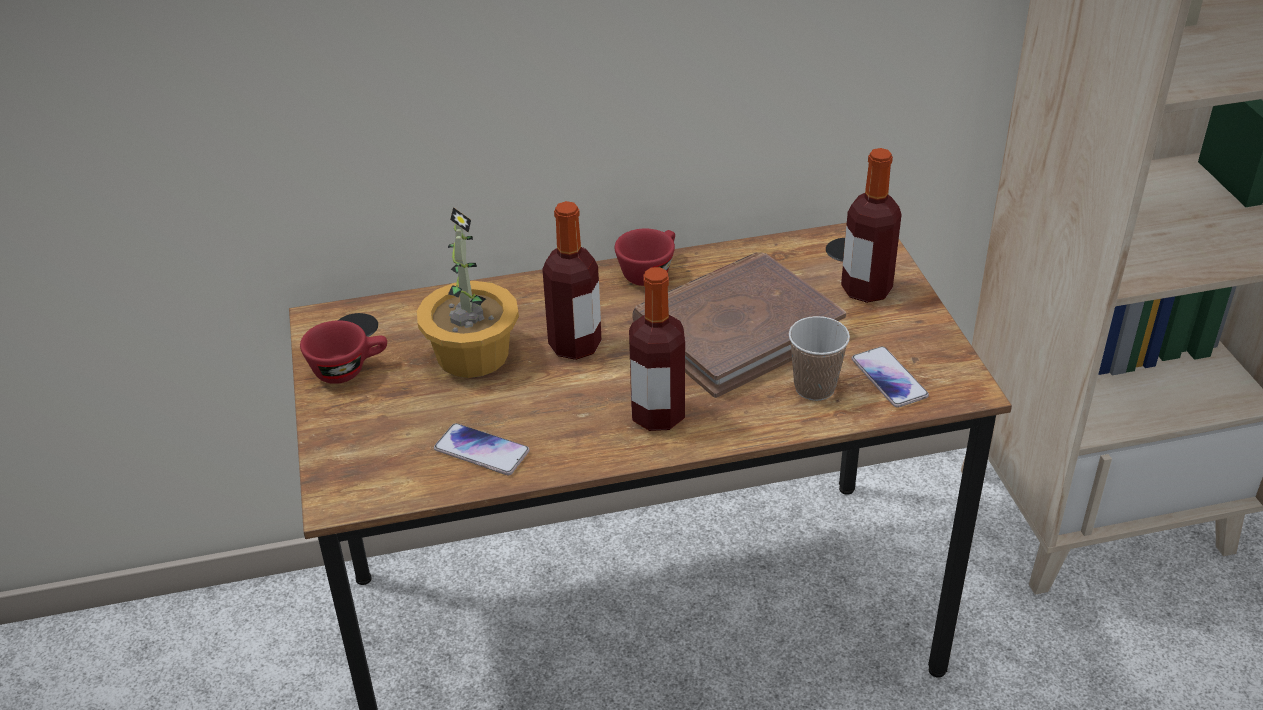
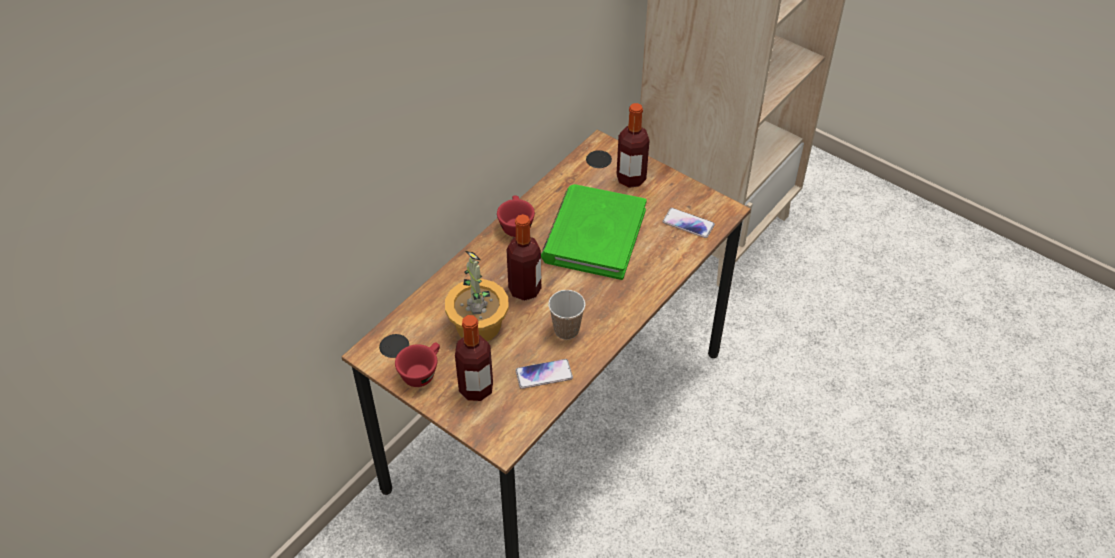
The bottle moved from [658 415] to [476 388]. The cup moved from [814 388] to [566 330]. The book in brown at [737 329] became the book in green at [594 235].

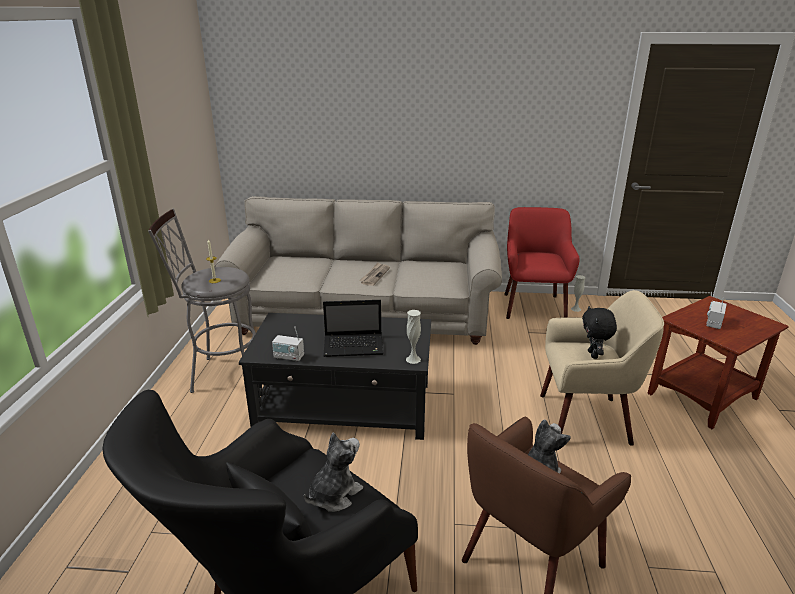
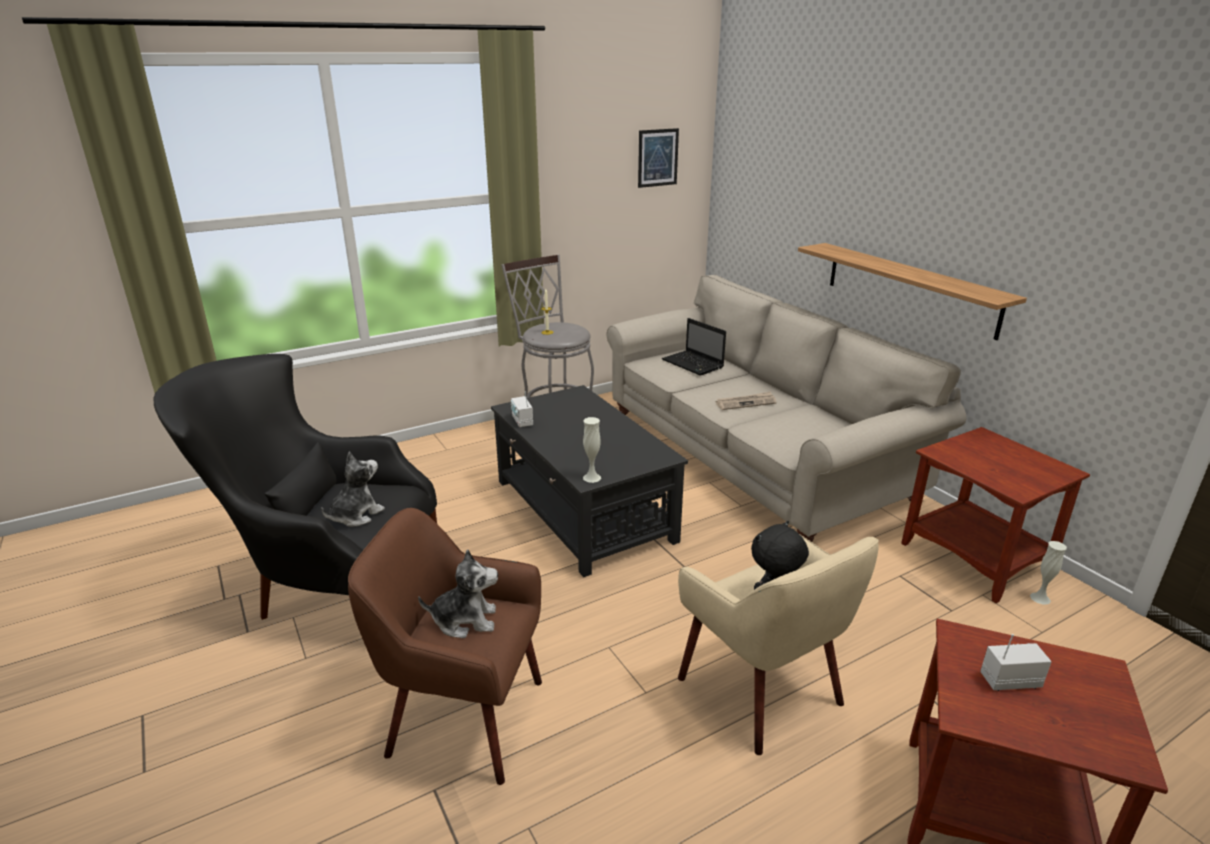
The picture at [658 158] appeared. The shelf at [909 288] appeared. The laptop moved from [355 346] to [694 364]. The armchair in red at [533 306] was replaced by the side table in brown at [976 557]. The plush toy at [334 495] turned 60 degrees counterclockwise.

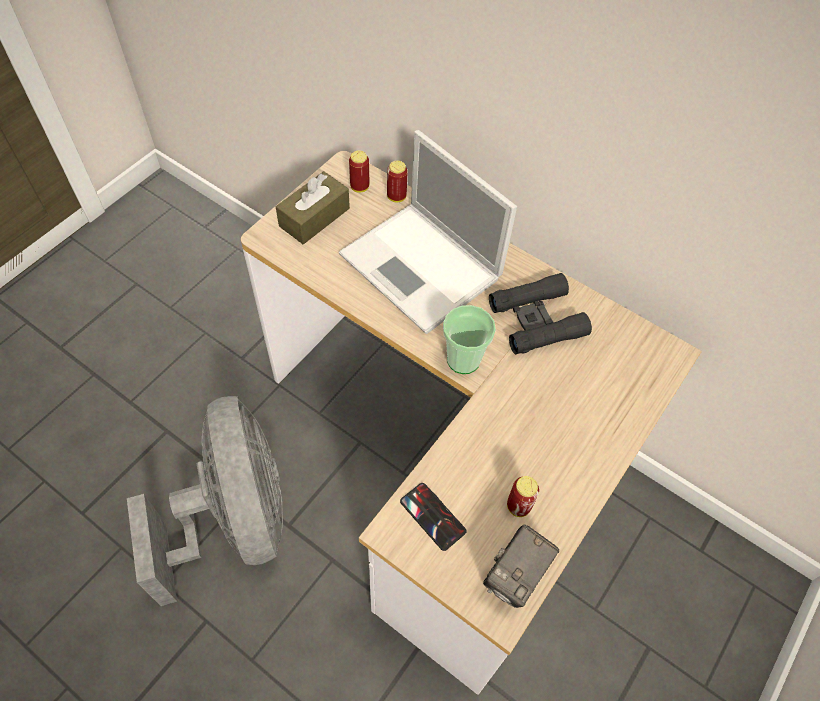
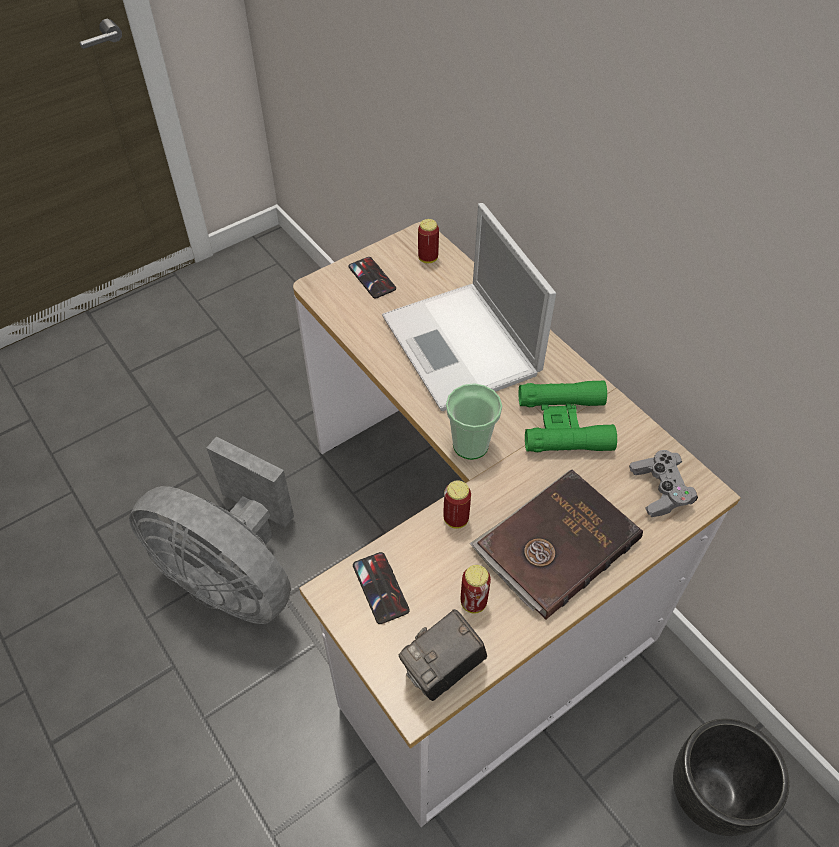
The book in brown at [555 544] appeared. The game controller in grey at [660 490] appeared. The planter in black at [710 794] appeared. The can moved from [396 197] to [456 519]. The tissue box in brown at [314 217] was replaced by the phone at [372 278]. The binoculars in black at [536 320] became the binoculars in green at [564 424]. The fan in grey at [235 520] turned 120 degrees clockwise.

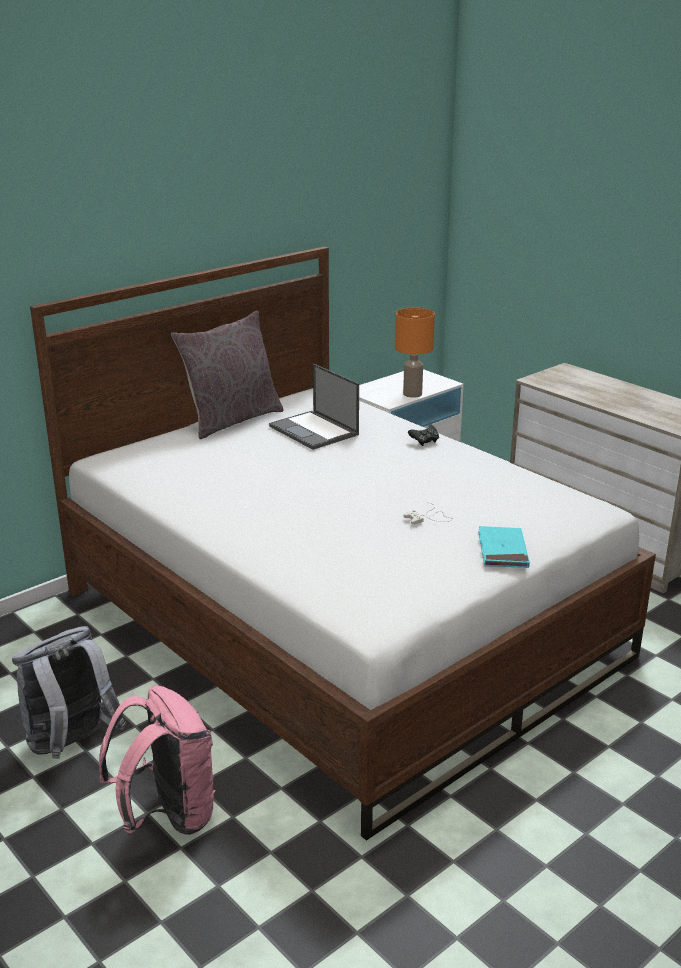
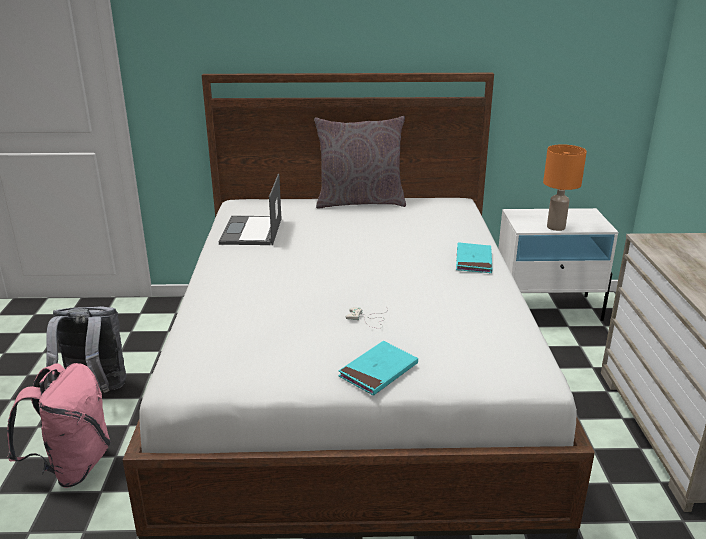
The laptop moved from [314 431] to [251 231]. The game controller in black at [424 441] was replaced by the book in turquoise at [473 261].

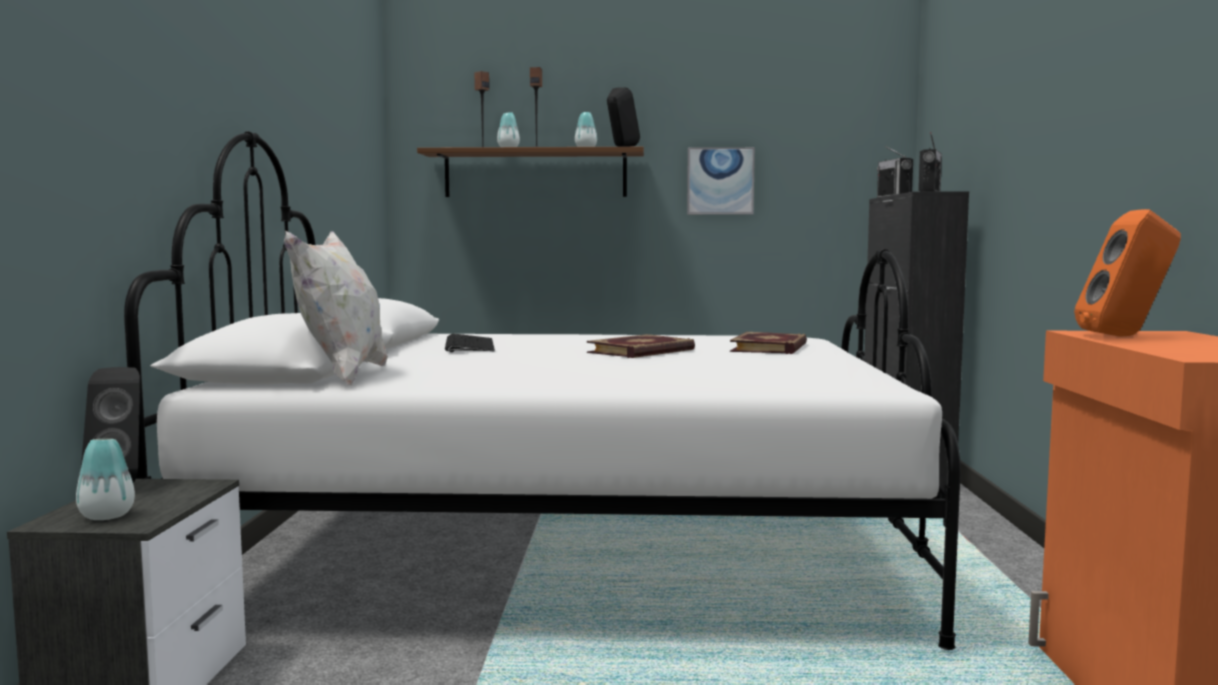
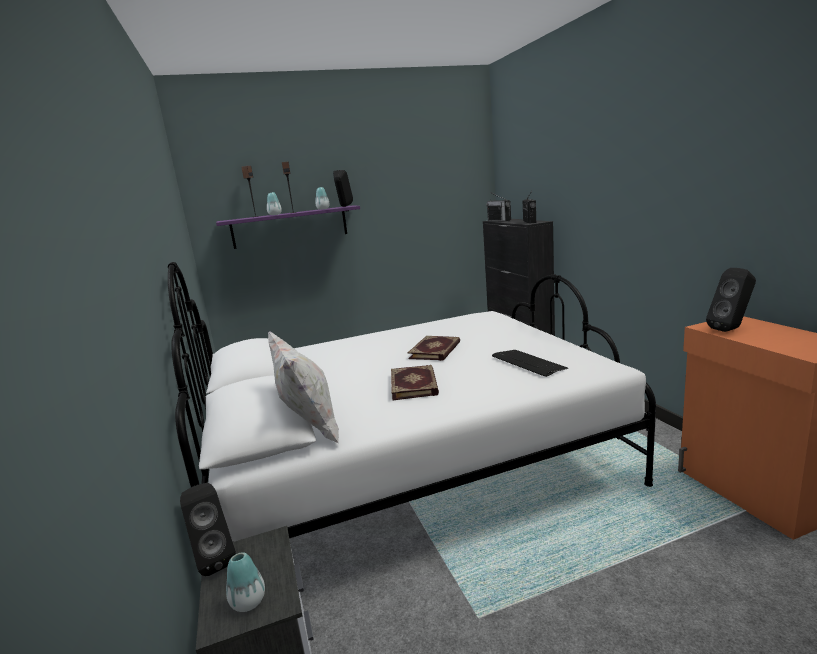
The picture at [720 181] disappeared. The keyboard moved from [468 346] to [528 363]. The book moved from [770 348] to [415 384]. The shelf in brown at [535 174] became the shelf in purple at [290 227]. The speaker in orange at [1126 336] became the speaker in black at [731 329].

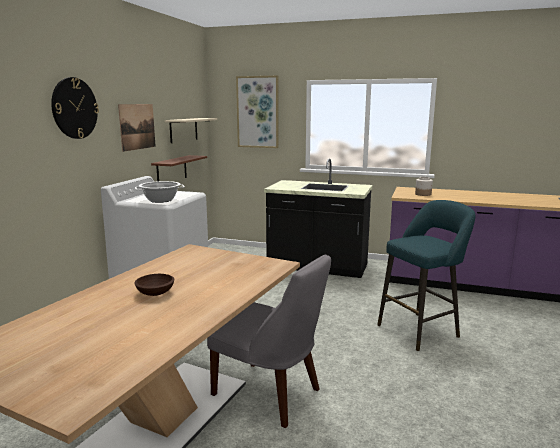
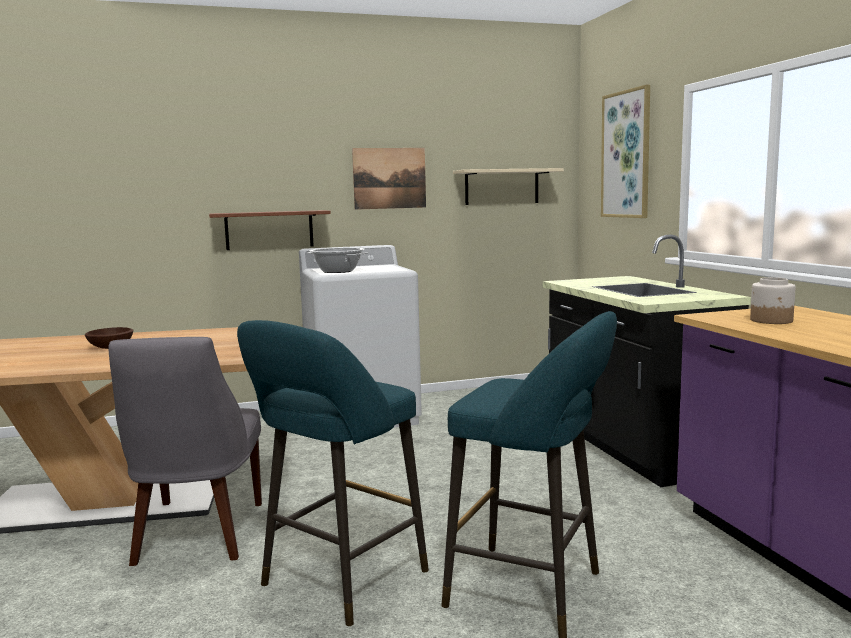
The wall clock at [74 108] disappeared. The stool in turquoise at [338 582] appeared. The shelf in brown moved from [171 170] to [269 230].

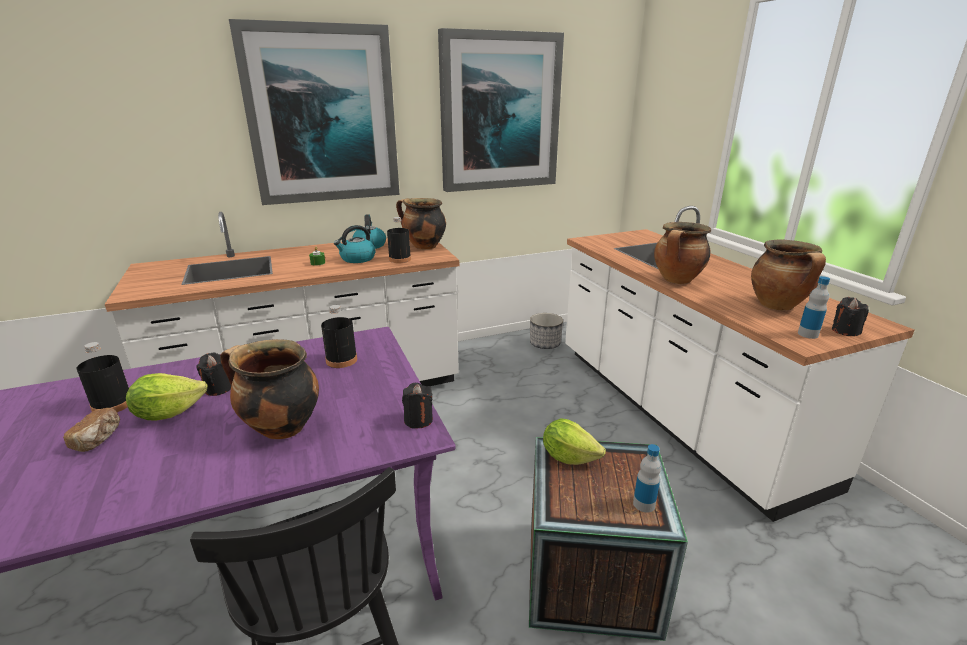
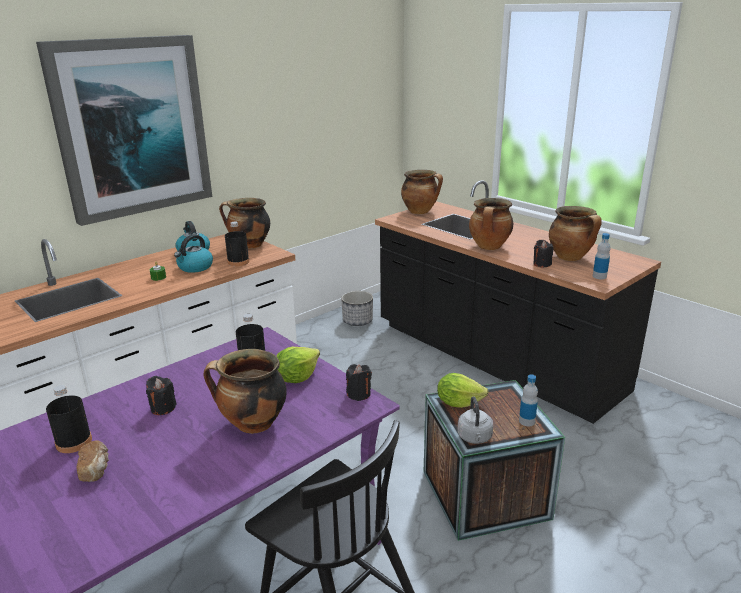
The picture at [499 113] disappeared. The cooking pot at [420 211] appeared. The kettle in grey at [475 438] appeared. The lettuce moved from [168 413] to [296 378]. The candle in black moved from [845 331] to [542 264]. The counter in white at [676 411] became the counter in black at [494 358].

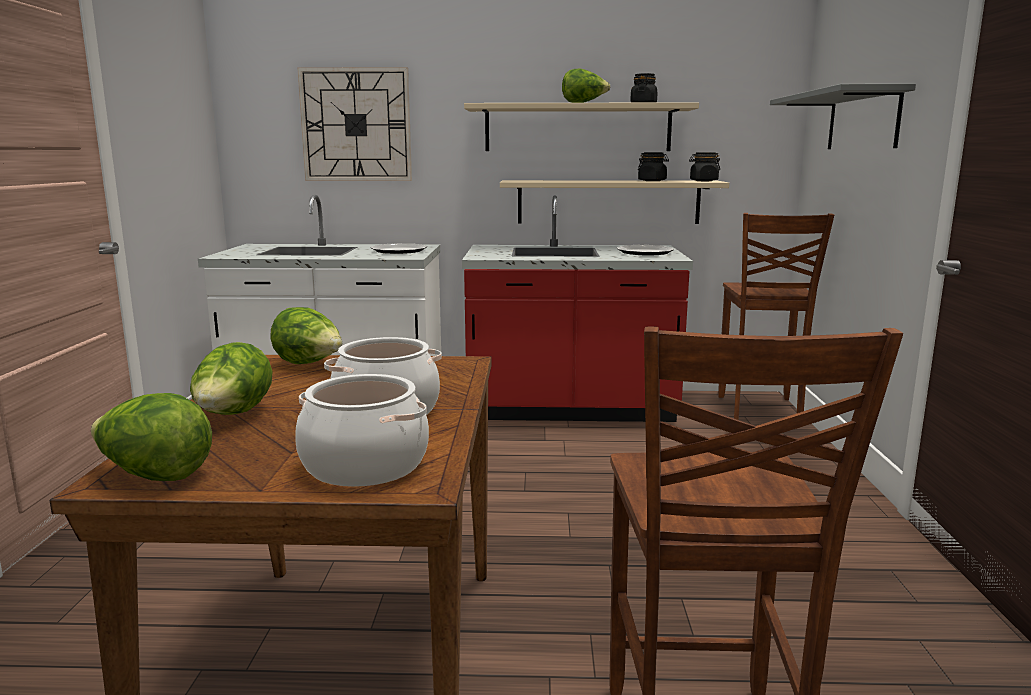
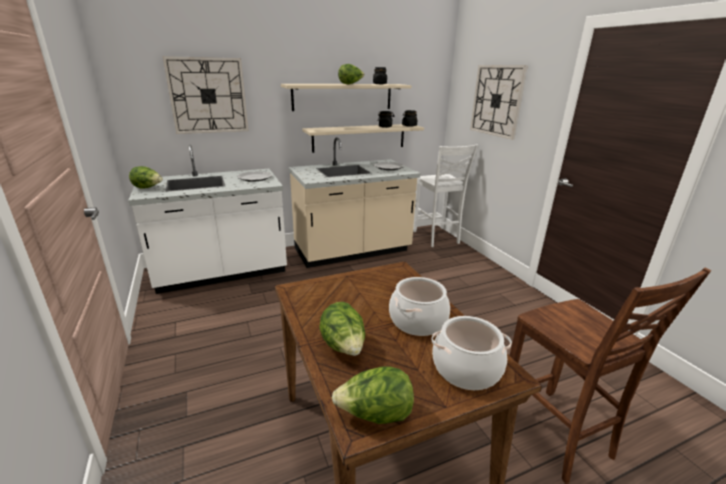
The lettuce moved from [309 364] to [148 188]. The shelf in grey at [862 120] was replaced by the wall clock at [497 100]. The counter in red at [570 409] became the counter in beige at [352 251]. The chair in brown at [759 411] became the chair in white at [436 237].

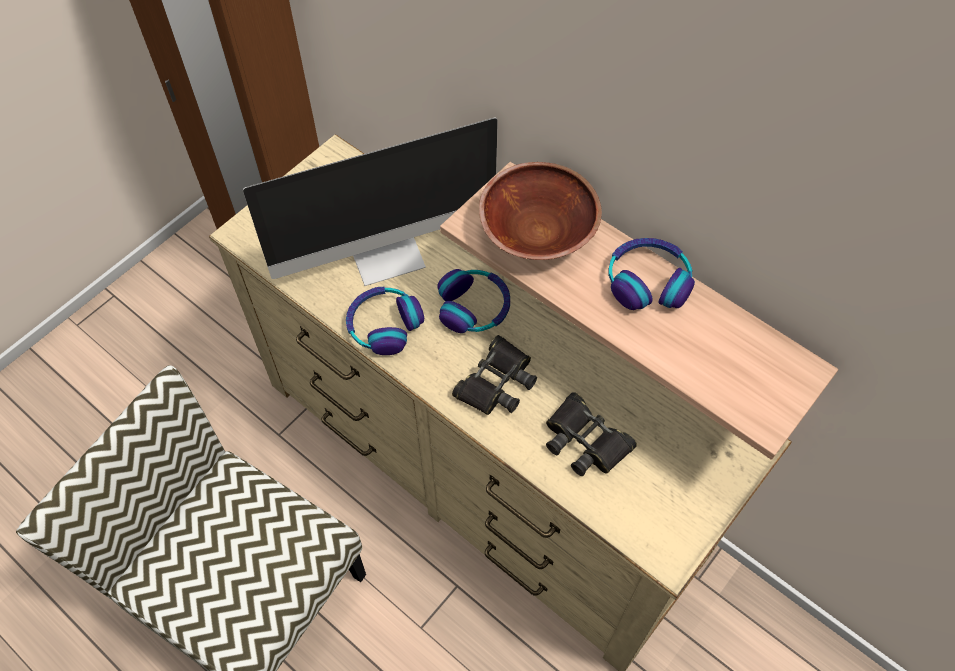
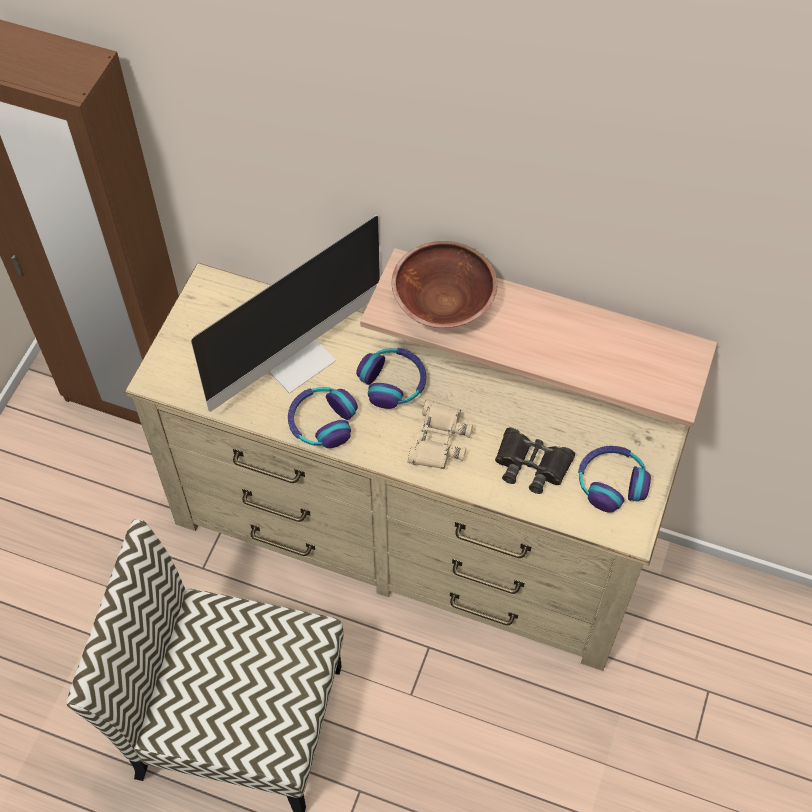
The headphones moved from [648 281] to [611 482]. The binoculars in black at [496 382] became the binoculars in beige at [439 440].

